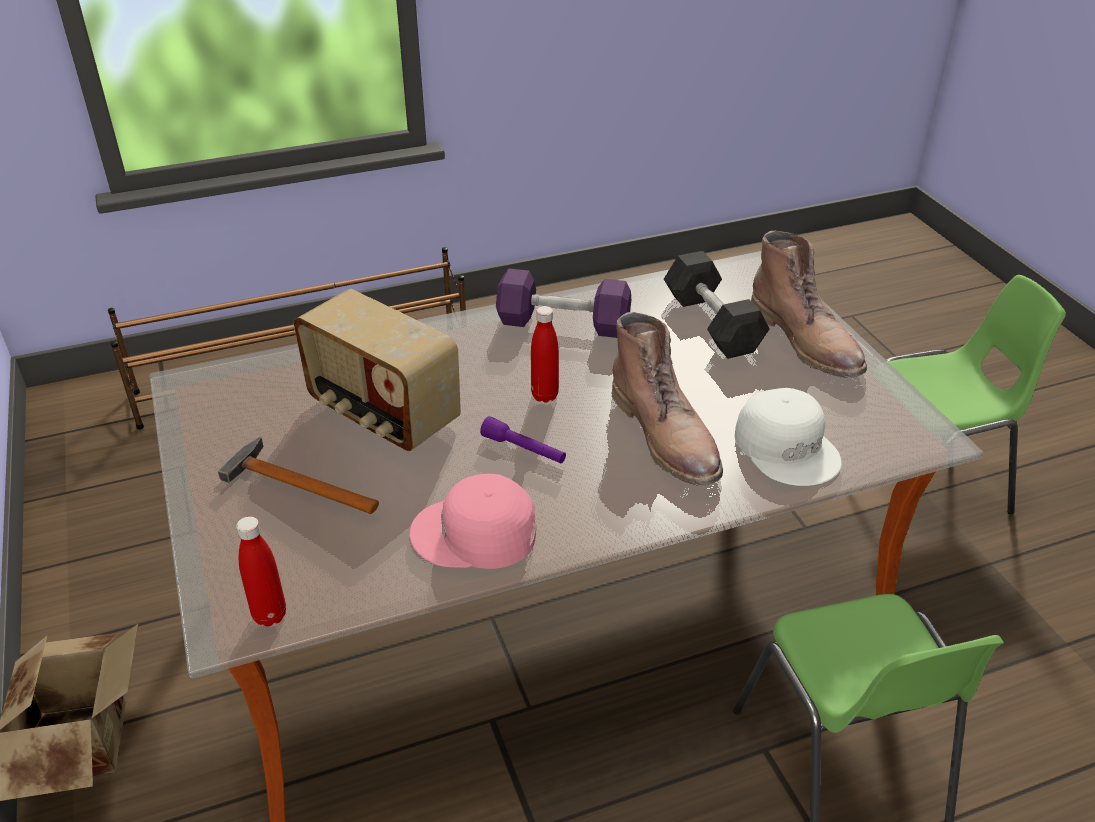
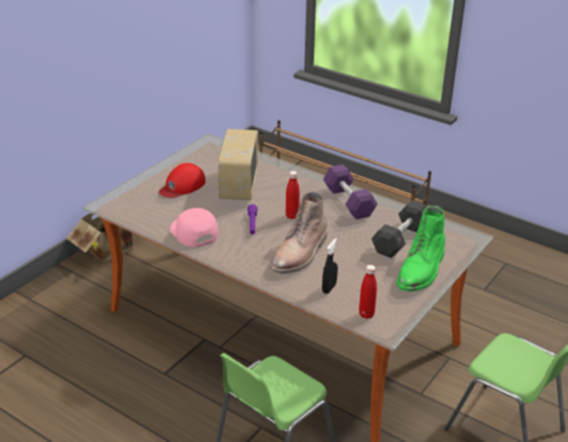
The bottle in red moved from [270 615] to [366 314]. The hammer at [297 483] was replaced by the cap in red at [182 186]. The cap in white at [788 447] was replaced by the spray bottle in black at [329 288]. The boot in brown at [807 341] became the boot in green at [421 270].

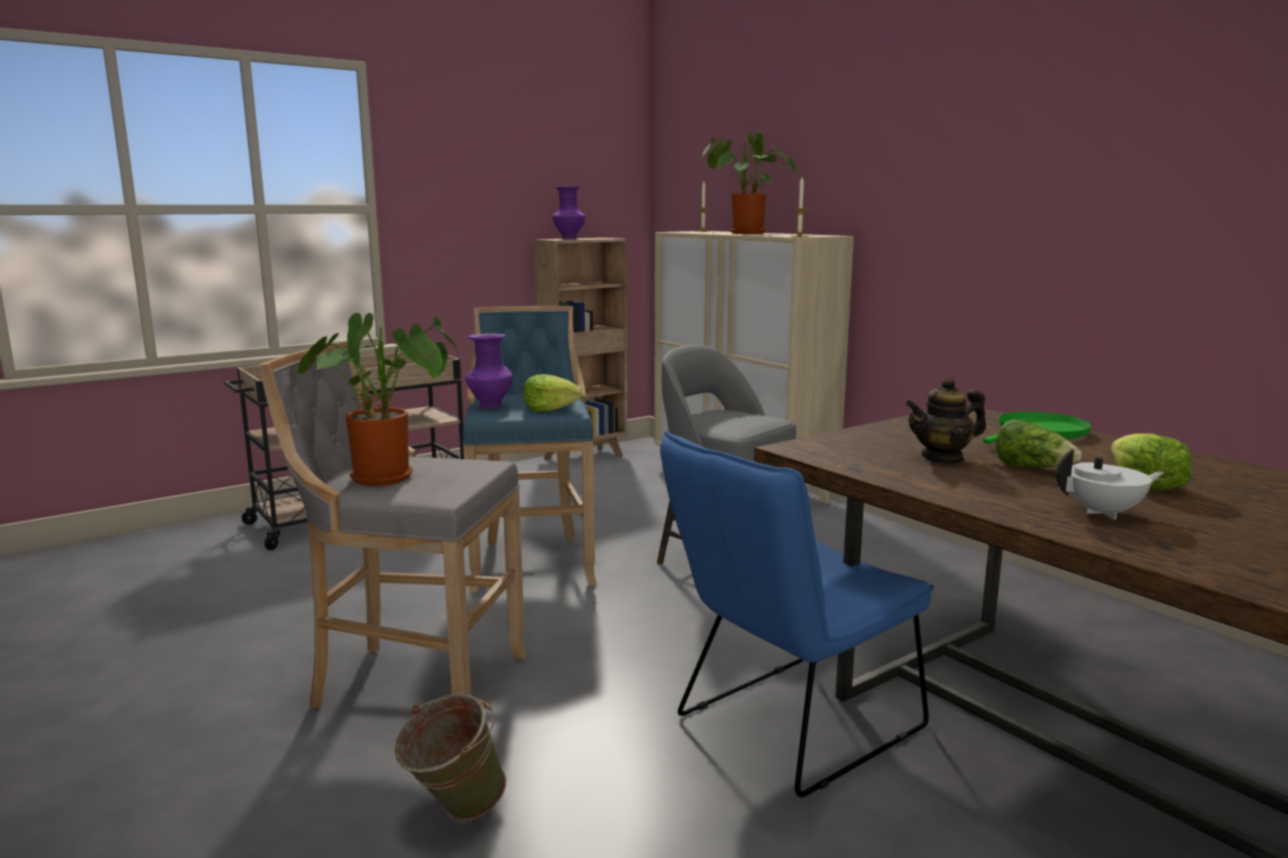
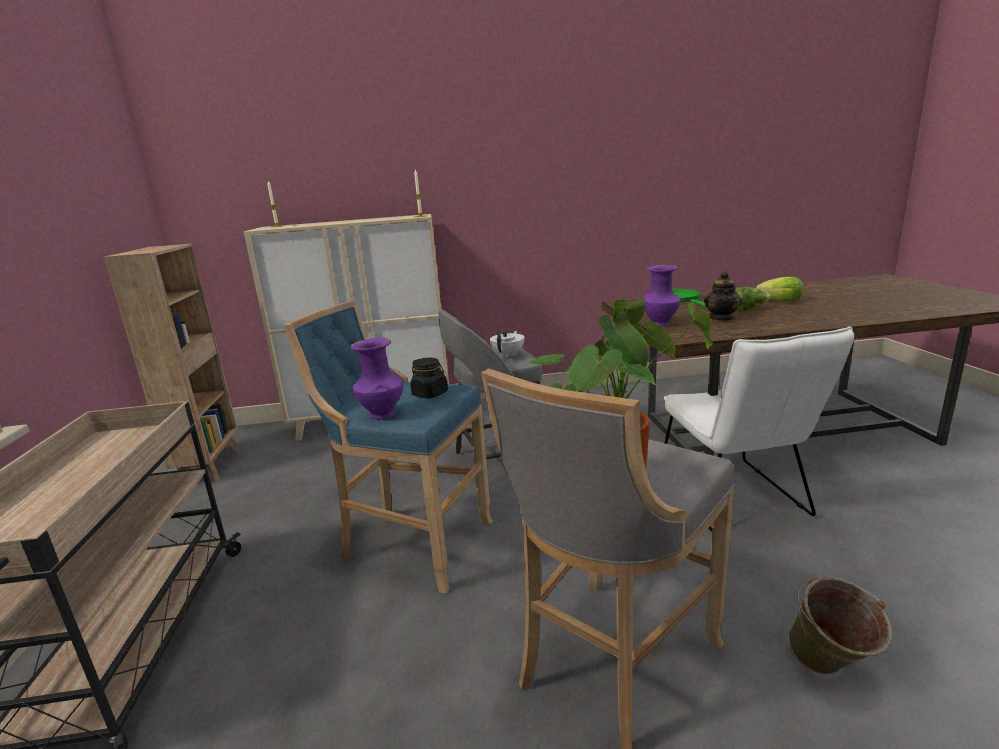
The potted plant at [743 233] disappeared. The vase in purple moved from [569 238] to [660 324]. The teapot in white moved from [1104 513] to [508 355]. The lettuce at [550 409] was replaced by the jar in black at [430 394]. The chair in blue at [788 727] became the chair in white at [736 499].

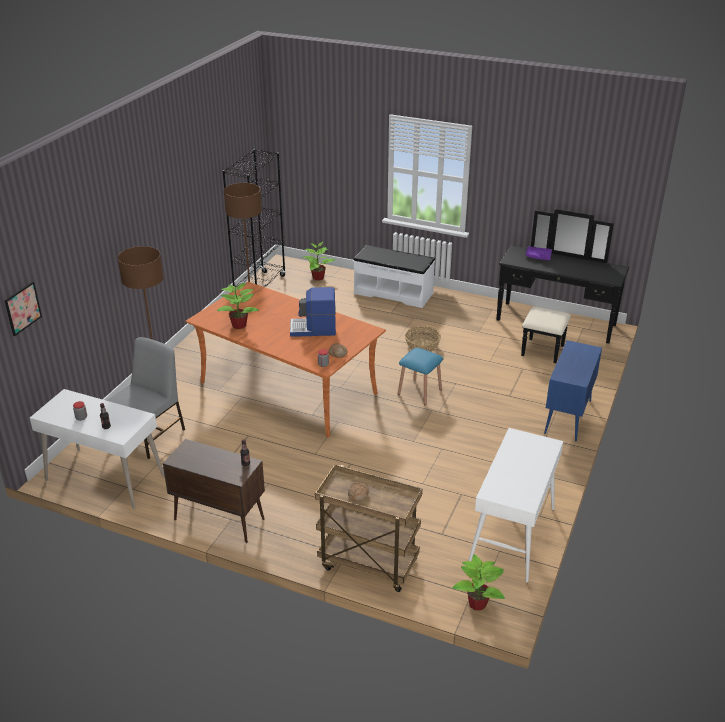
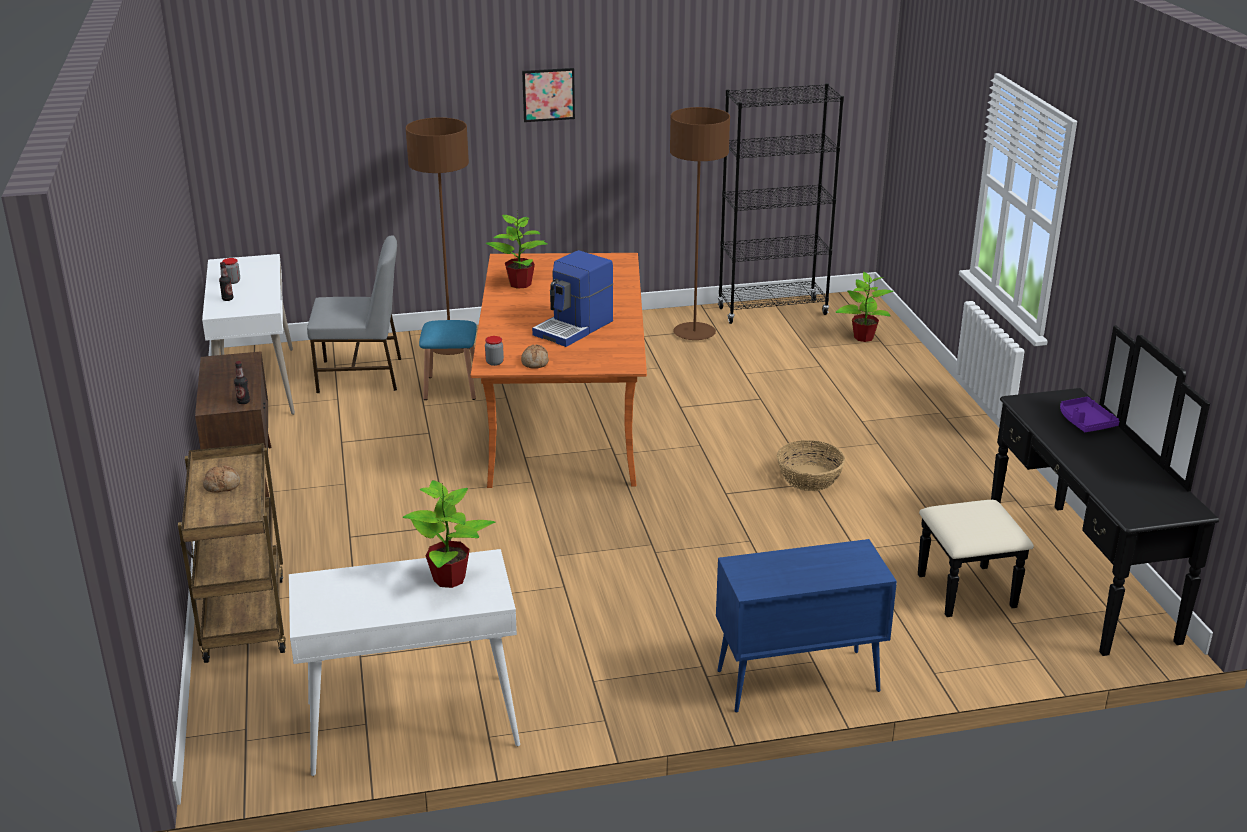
The bench in white at [393 293] disappeared. The picture moved from [22 308] to [548 94]. The stool in blue moved from [419 392] to [451 388]. The potted plant moved from [478 603] to [450 579]. The coffee machine at [313 329] turned 105 degrees counterclockwise.

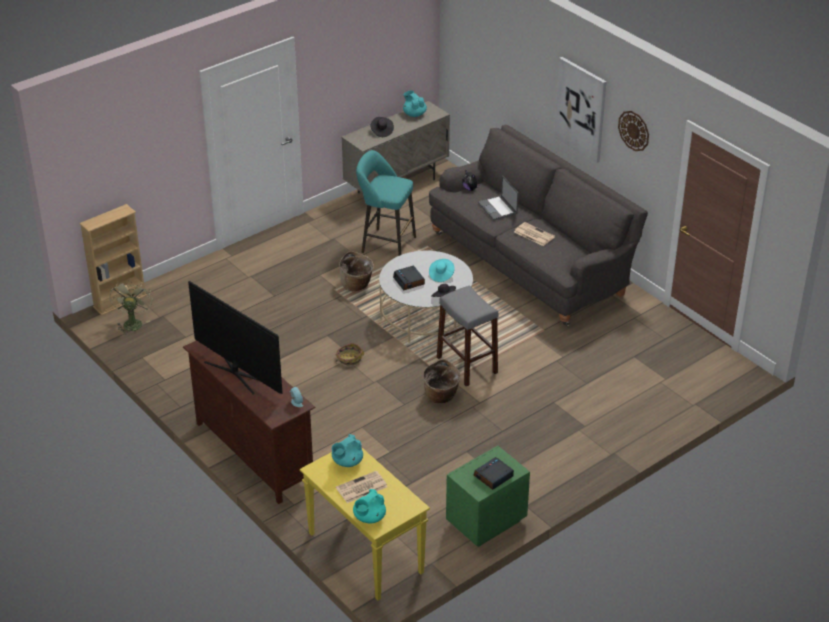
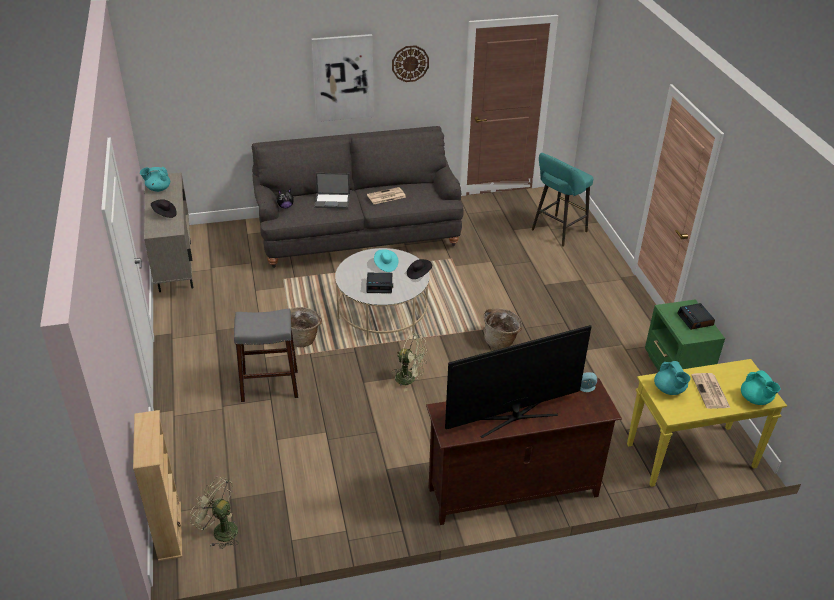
The stool in turquoise moved from [385 244] to [557 232]. The stool in grey moved from [467 365] to [270 385]. The basket at [349 358] was replaced by the fan in green at [410 379].

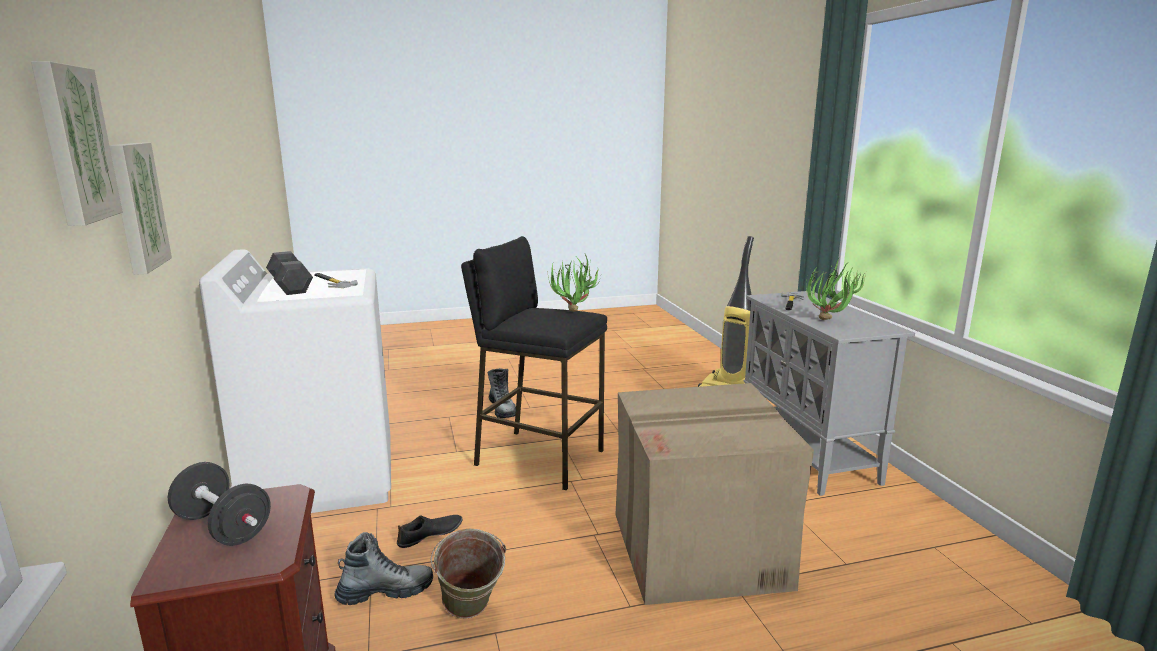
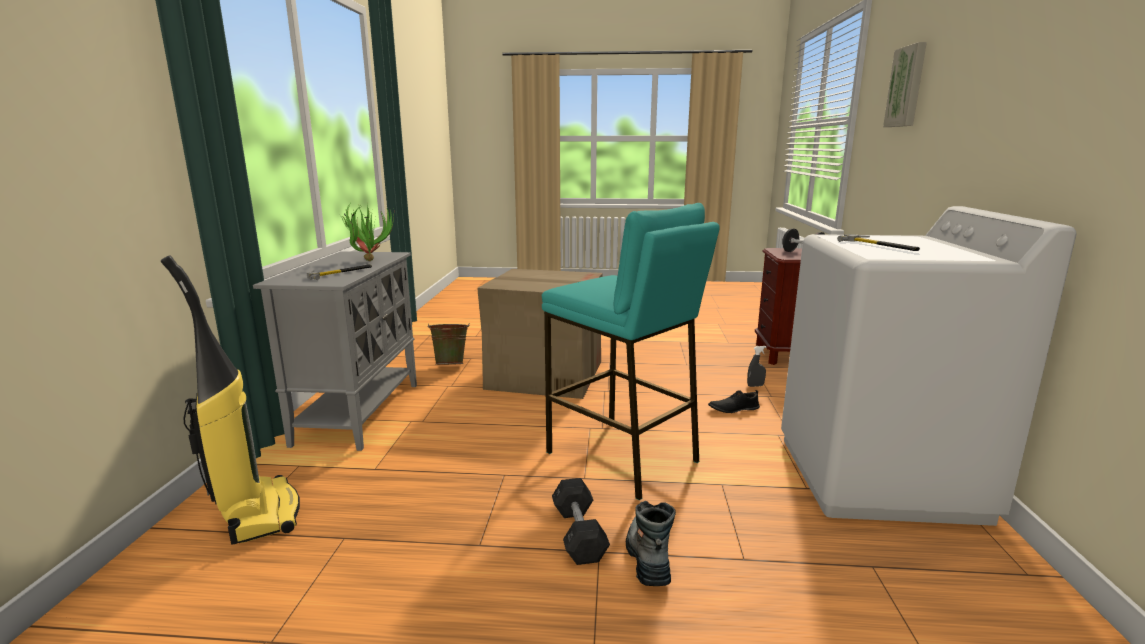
The picture at [135 206] disappeared. The potted plant at [574 313] disappeared. The dumbbell in grey moved from [290 286] to [579 534]. The bucket in green moved from [470 615] to [451 365]. The boot at [385 592] was replaced by the spray bottle in grey at [755 386]. The stool in black at [539 457] became the stool in turquoise at [622 457].

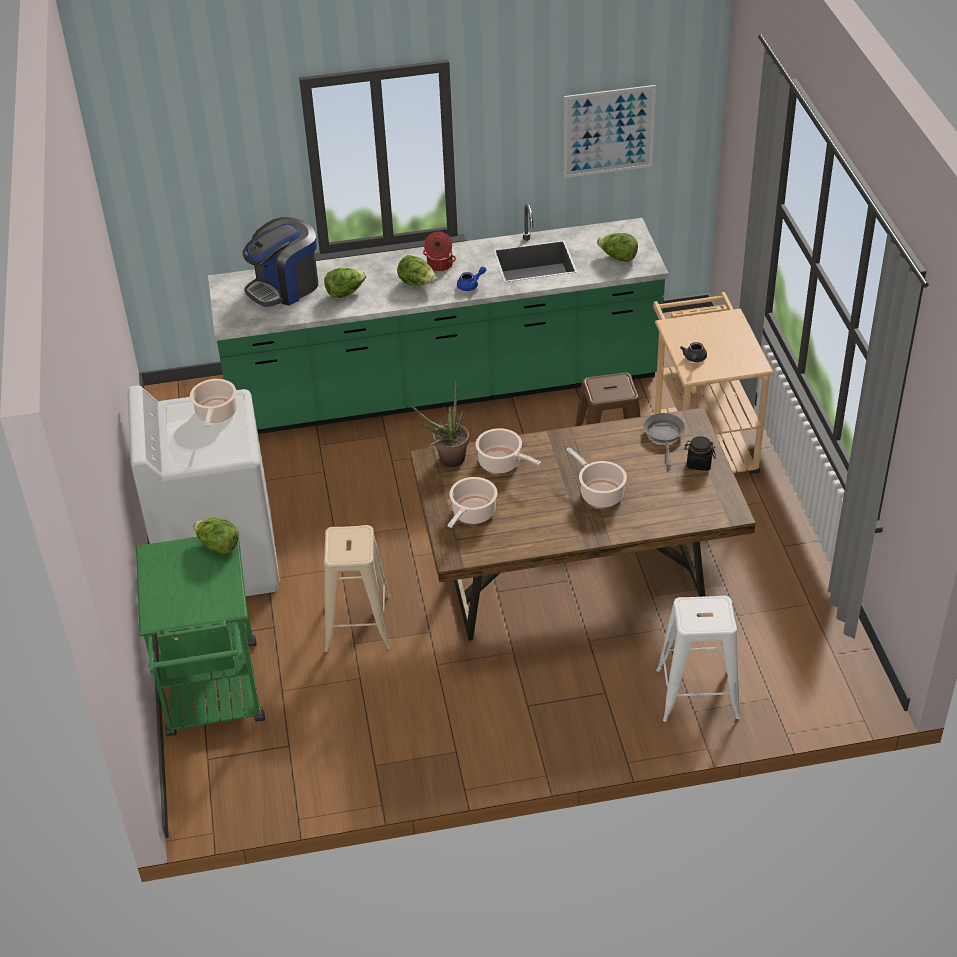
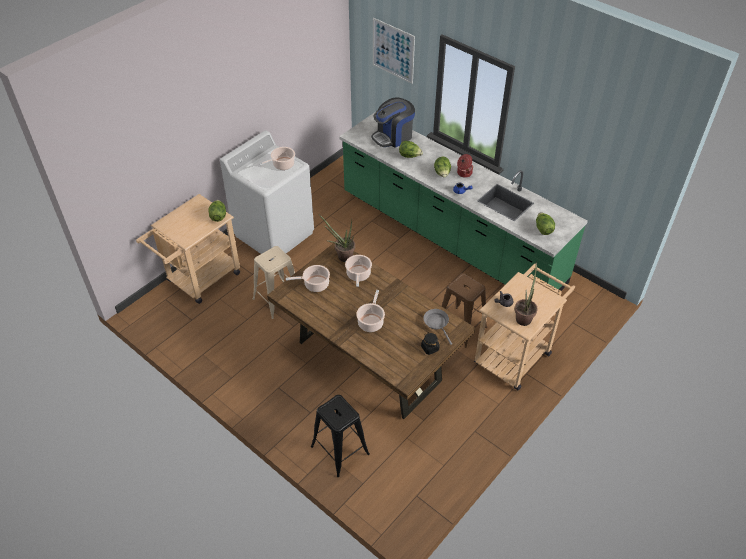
The potted plant at [524 317] appeared. The picture moved from [608 131] to [393 50]. The cart in green at [214 697] became the cart in beige at [199 280]. The stool in white at [698 693] became the stool in black at [340 450]. The coffee machine at [285 287] turned 45 degrees counterclockwise. The frying pan in grey at [664 436] turned 75 degrees counterclockwise.

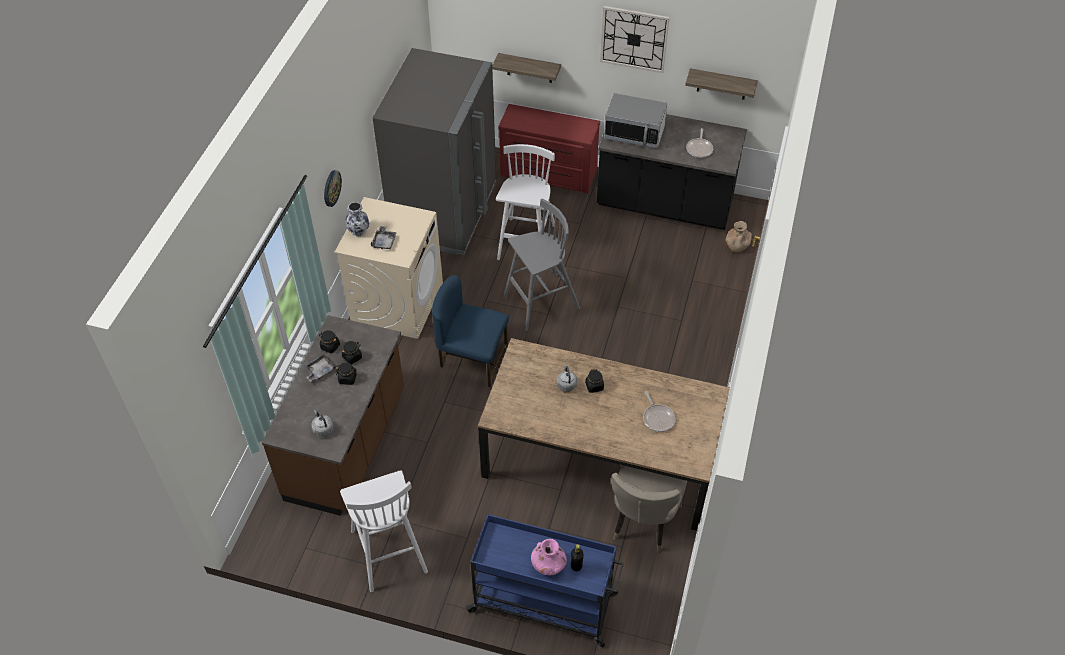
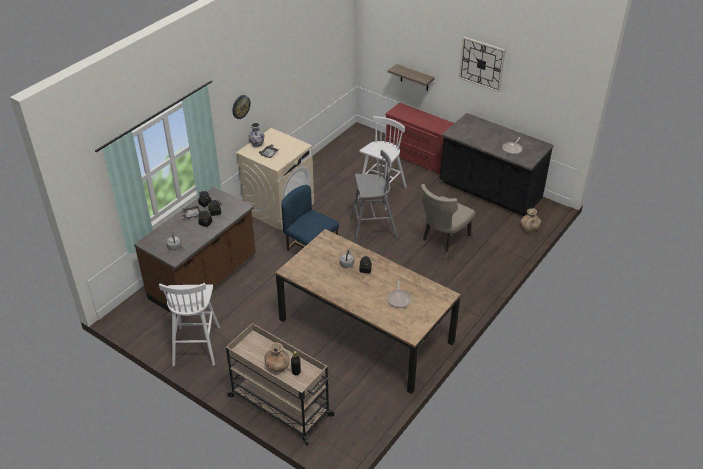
The fridge in grey at [445 213] disappeared. The microwave at [634 133] disappeared. The shelf at [722 84] disappeared. The chair in beige moved from [642 523] to [442 242]. The cart in blue at [545 603] became the cart in beige at [281 406]. The vase in pink at [548 565] became the vase in brown at [278 366].

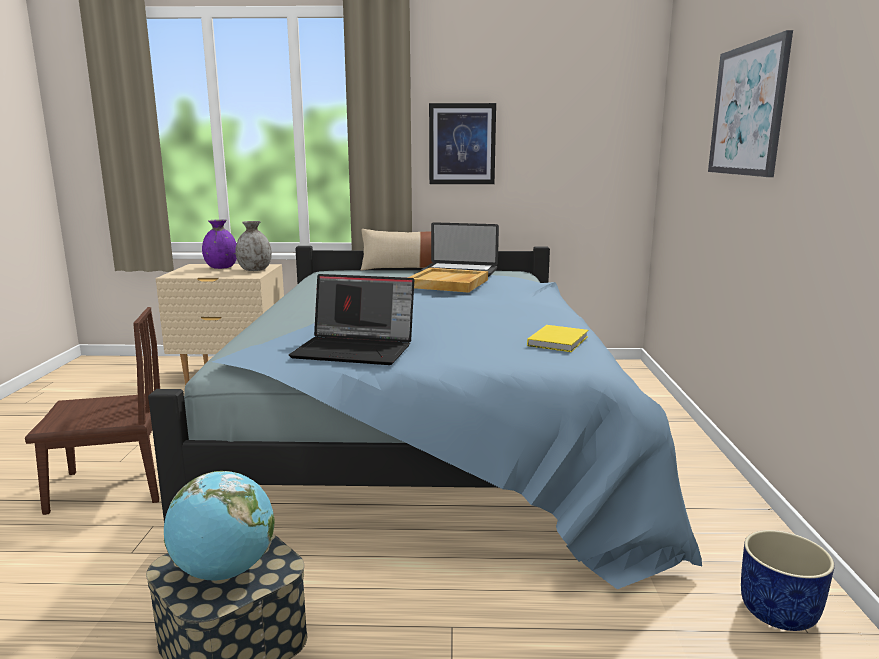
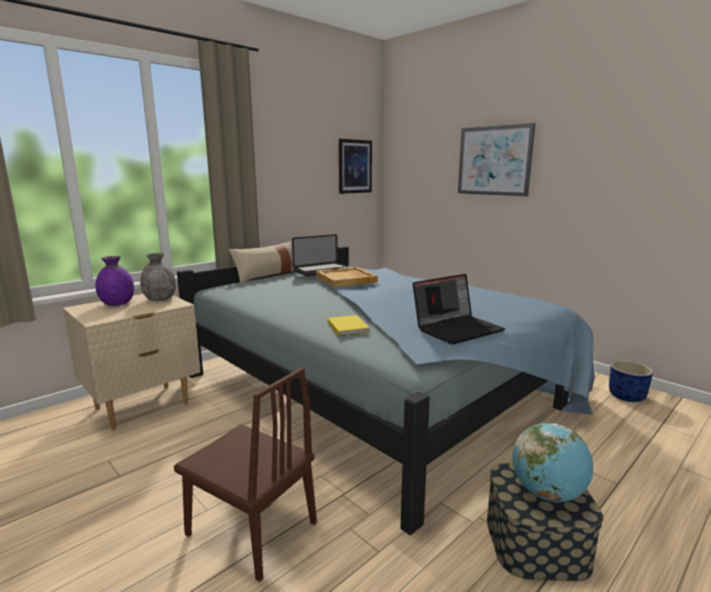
The picture moved from [462 144] to [355 166]. The book in yellow moved from [559 341] to [348 327]. The chair in brown at [112 487] turned 90 degrees clockwise.

